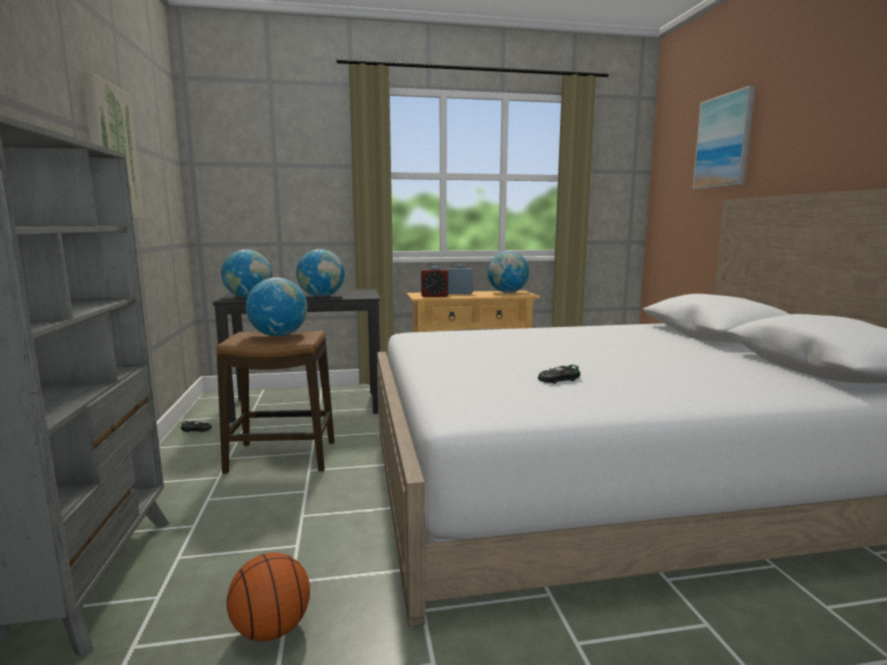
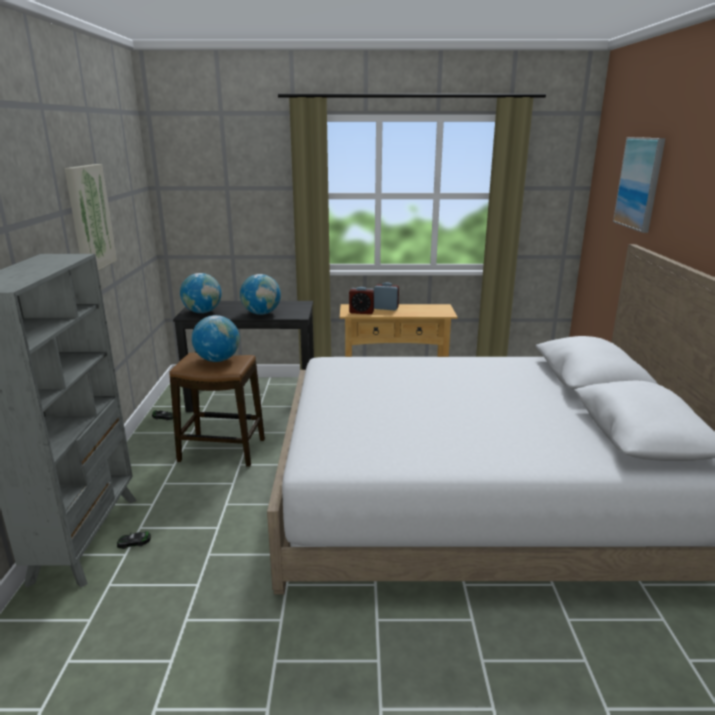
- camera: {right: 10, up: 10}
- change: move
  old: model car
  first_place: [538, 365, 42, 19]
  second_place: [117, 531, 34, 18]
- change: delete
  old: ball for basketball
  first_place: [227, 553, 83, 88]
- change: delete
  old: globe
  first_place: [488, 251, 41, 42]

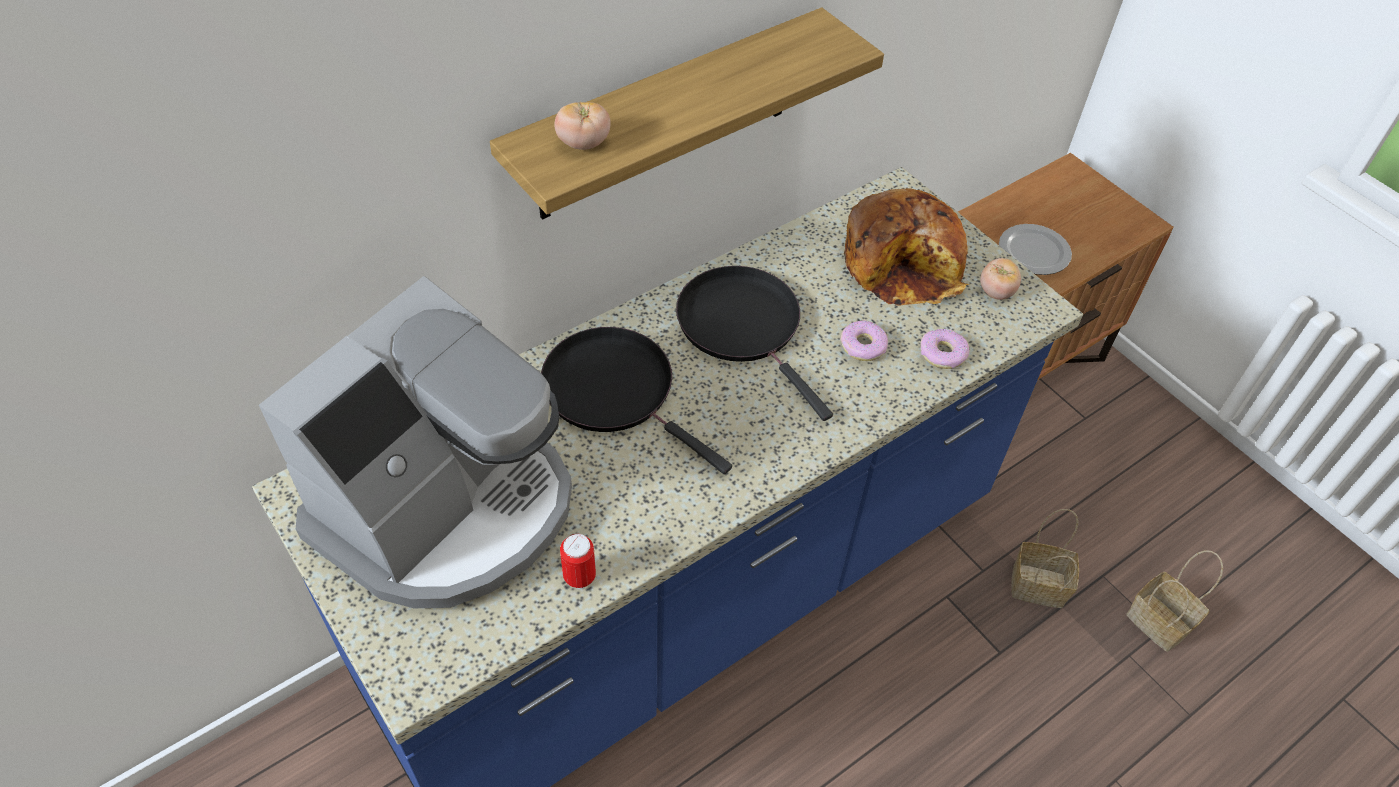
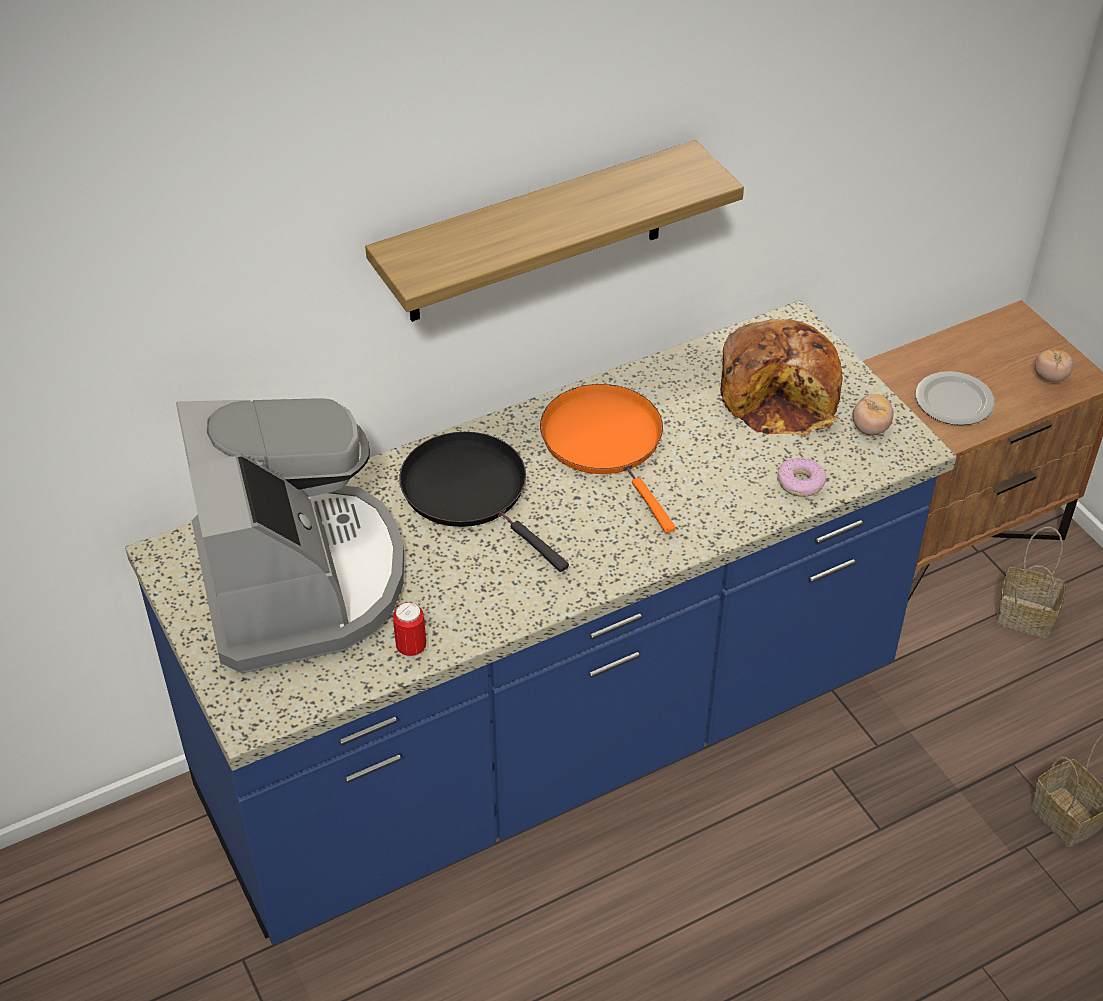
- camera: {right: 10, up: -5}
- change: rotate
  old: coffee maker
  first_place: [259, 276, 313, 332]
  second_place: [176, 398, 228, 276]
  degrees: -60
- change: recolor
  old: black frying pan
  new: orangey frying pan
  first_place: [676, 266, 157, 155]
  second_place: [540, 384, 136, 149]
- change: move
  old: storage basket
  first_place: [1011, 509, 68, 99]
  second_place: [996, 527, 69, 111]
- change: move
  old: tomato
  first_place: [554, 101, 57, 49]
  second_place: [1035, 350, 39, 32]
- change: delete
  old: ring doughnut
  first_place: [840, 320, 48, 41]

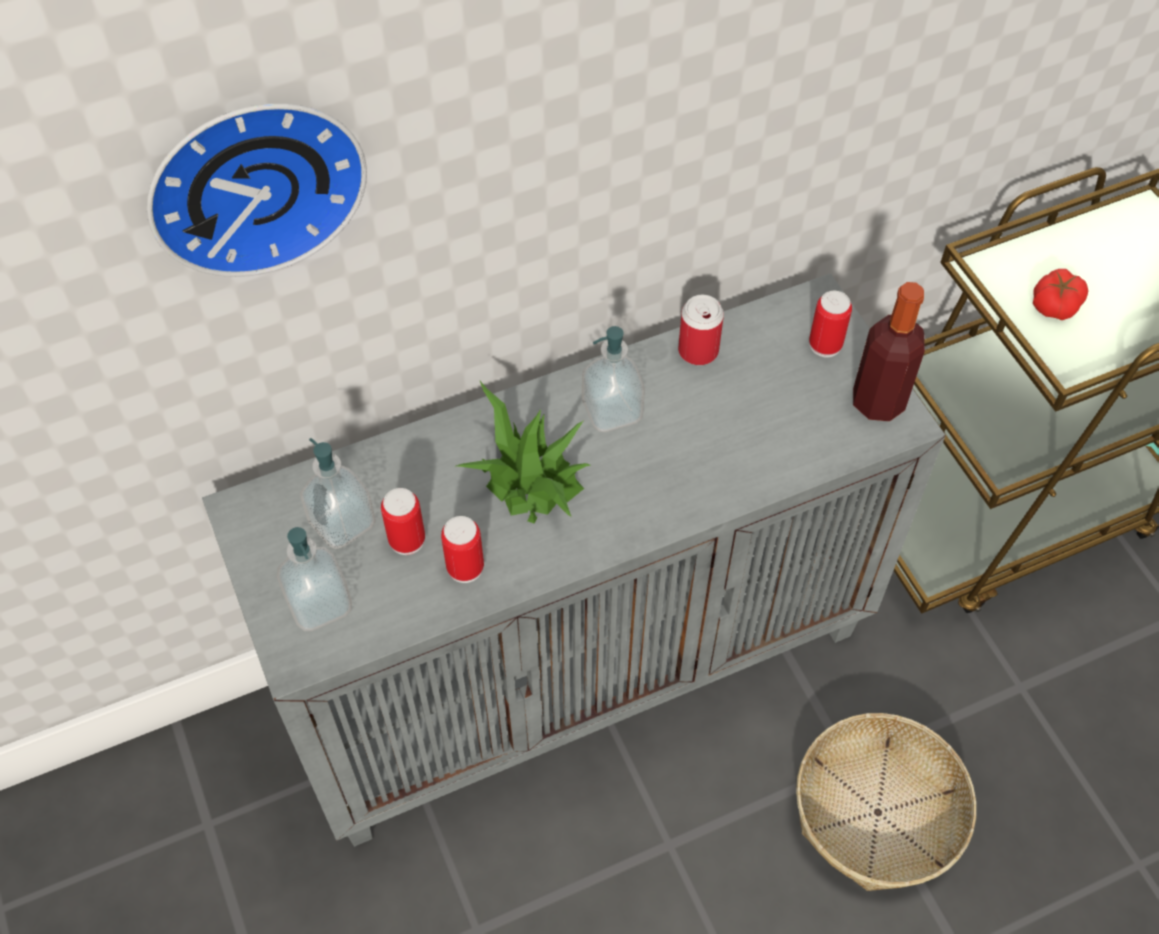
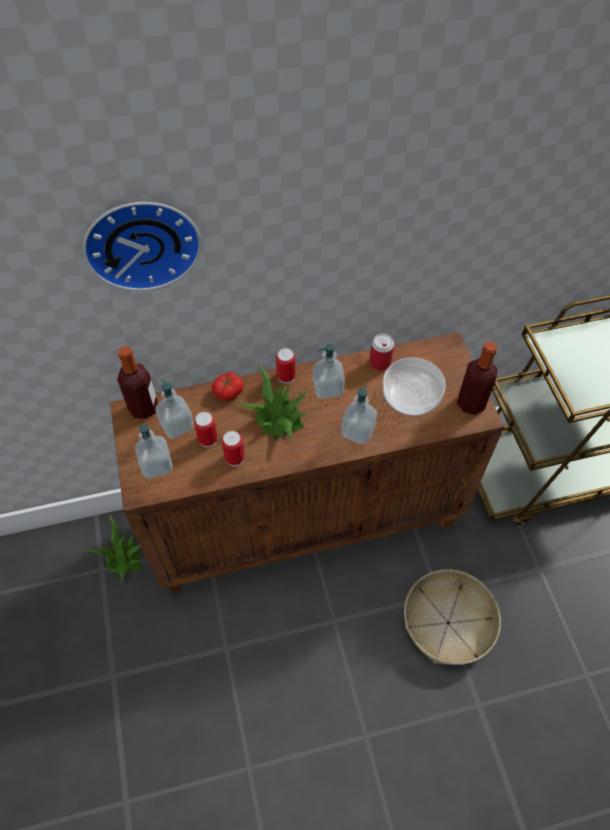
- camera: {right: 10, up: 0}
- change: insert
  new: potted plant
  second_place: [86, 515, 56, 69]
- change: recolor
  old: gray storage cabinet
  new: brown storage cabinet
  first_place: [202, 273, 744, 574]
  second_place: [110, 332, 394, 262]
- change: insert
  new: bottle
  second_place: [117, 346, 41, 73]
- change: move
  old: tomato
  first_place: [1033, 269, 55, 51]
  second_place: [212, 372, 32, 29]
- change: move
  old: can
  first_place: [809, 291, 43, 66]
  second_place: [276, 348, 19, 36]
- change: insert
  new: soap bottle
  second_place: [341, 385, 36, 59]
- change: insert
  new: serving bowl
  second_place: [383, 357, 63, 59]

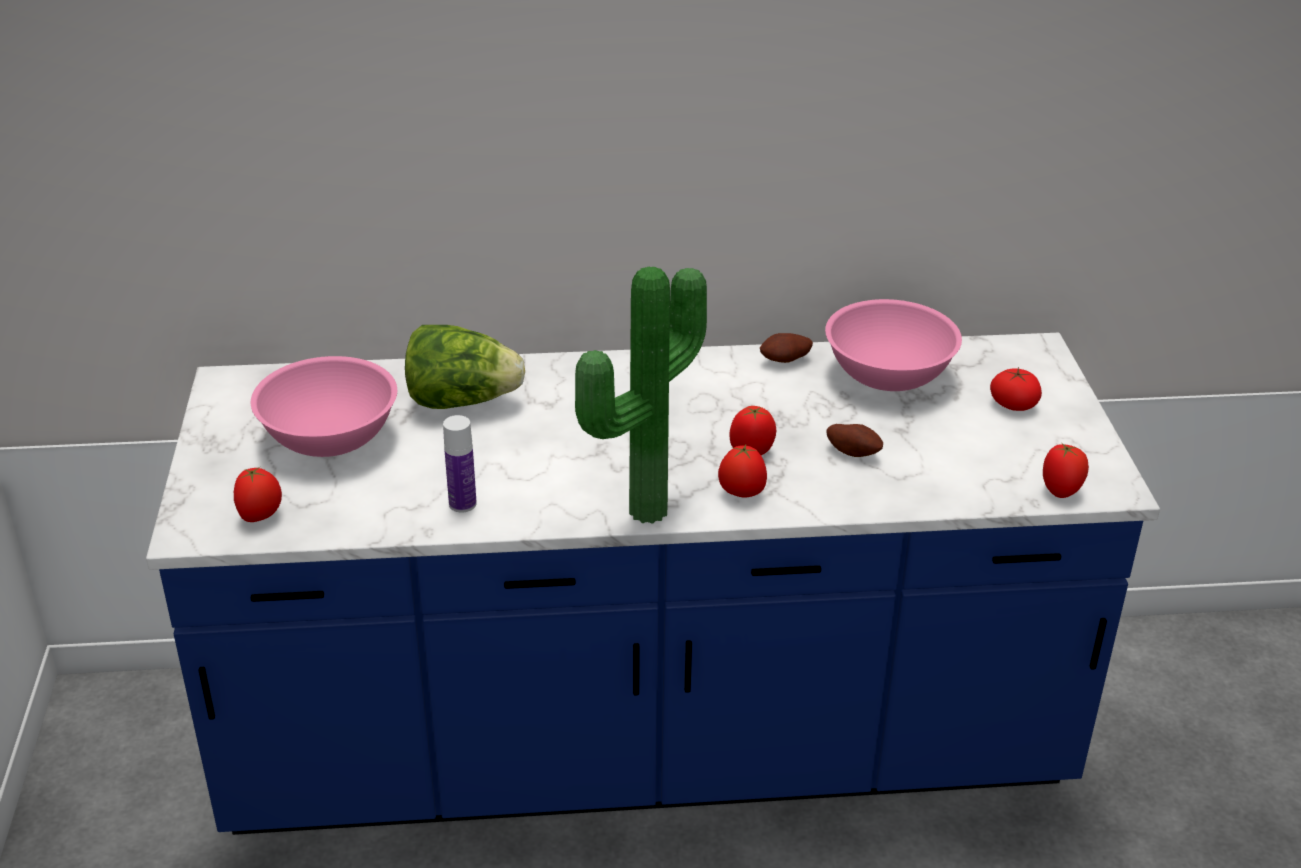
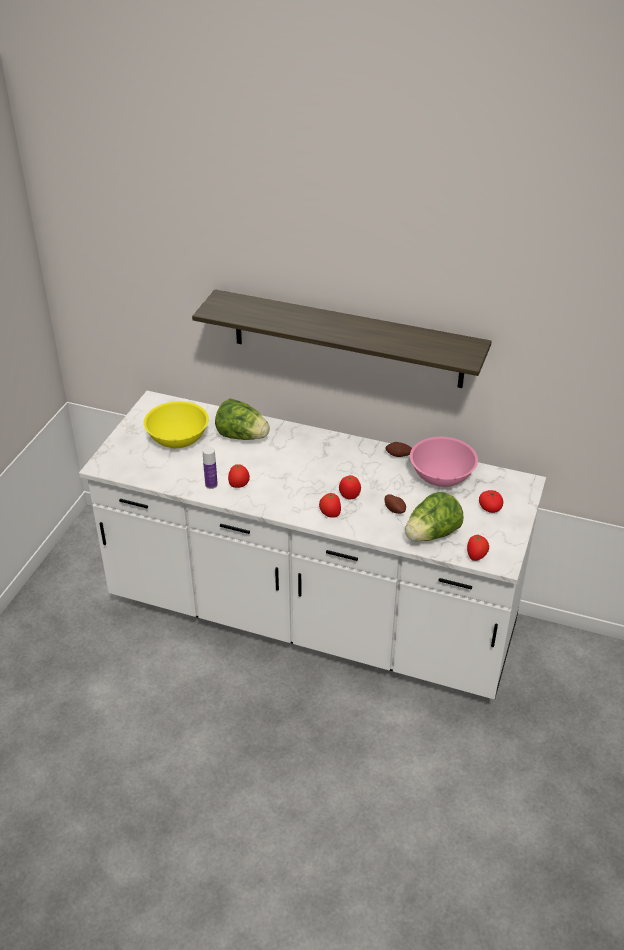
- camera: {right: 25, up: 5}
- change: recolor
  old: bluish kitchen base unit
  new: white kitchen base unit
  first_place: [146, 333, 1014, 502]
  second_place: [79, 391, 467, 309]
- change: recolor
  old: pink serving bowl
  new: yellowish serving bowl
  first_place: [251, 356, 146, 101]
  second_place: [144, 401, 65, 47]
- change: insert
  new: bracket shelf
  second_place: [192, 289, 300, 99]
- change: move
  old: tomato
  first_place: [234, 466, 48, 56]
  second_place: [228, 464, 22, 24]
- change: insert
  new: lettuce
  second_place: [405, 492, 58, 49]
- change: delete
  old: potted plant
  first_place: [575, 267, 132, 257]

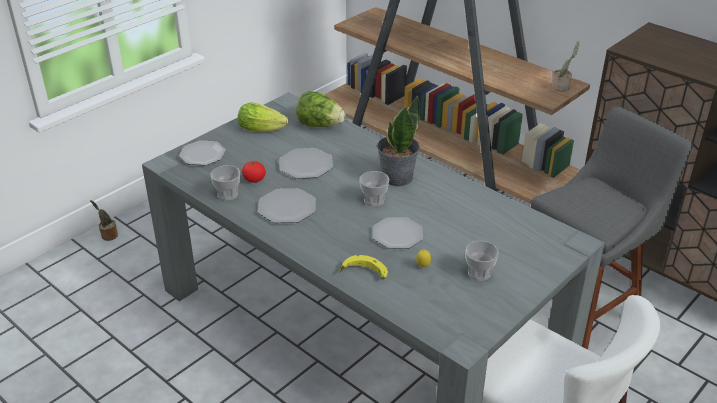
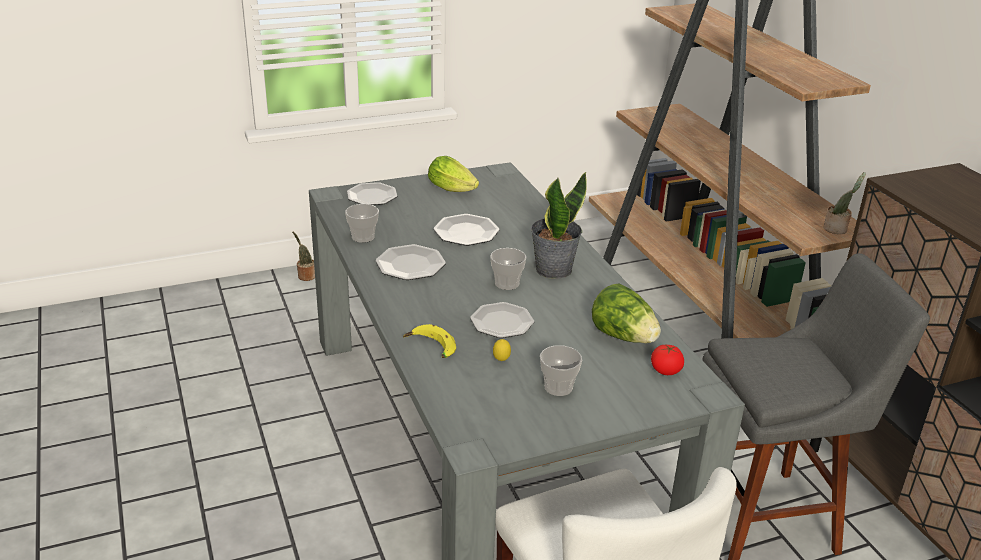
- camera: {right: 25, up: -5}
- change: move
  old: lettuce
  first_place: [296, 91, 50, 36]
  second_place: [592, 283, 69, 60]
- change: move
  old: tomato
  first_place: [242, 161, 24, 22]
  second_place: [651, 345, 33, 30]

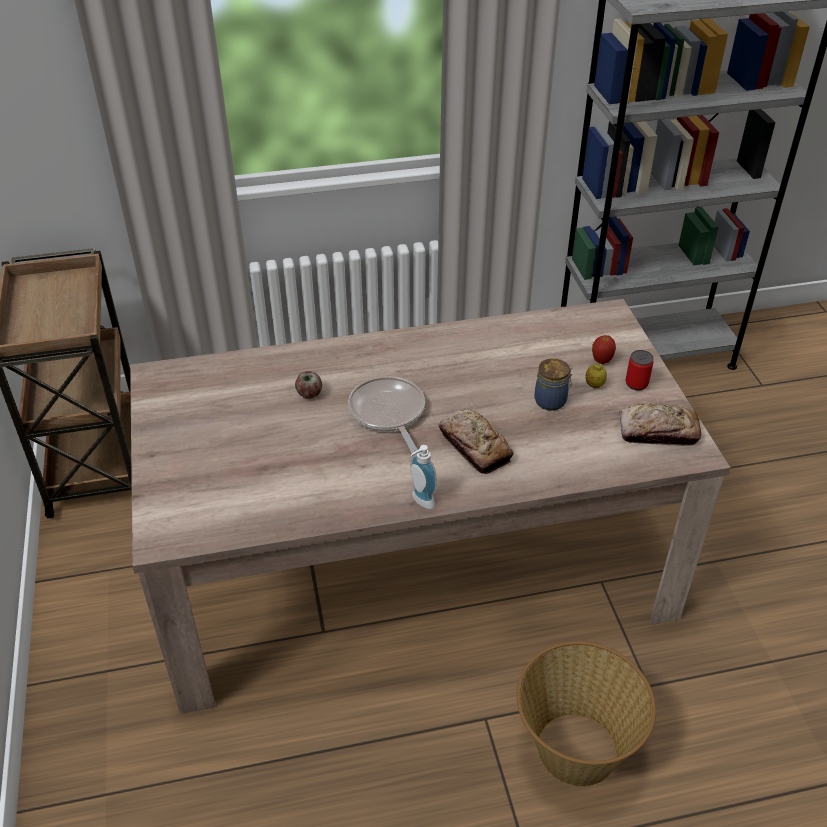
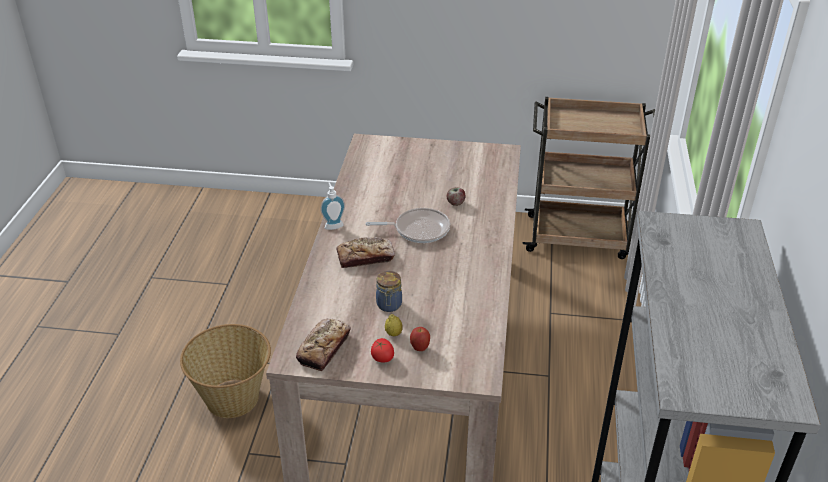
- camera: {right: 110, up: -5}
- change: replace
  old: can
  new: tomato
  first_place: [626, 350, 28, 40]
  second_place: [371, 338, 23, 25]

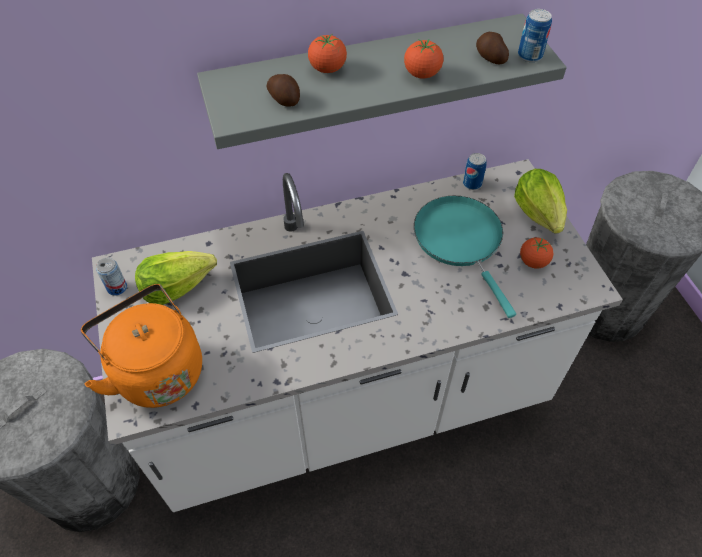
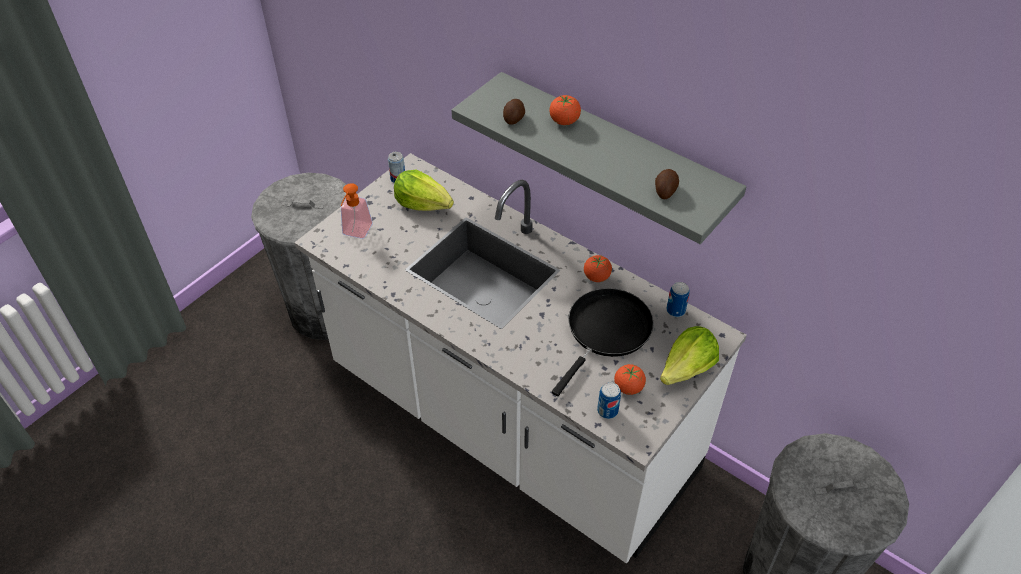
- camera: {right: 55, up: -5}
- change: replace
  old: orangey tea kettle
  new: soap bottle
  first_place: [81, 284, 121, 124]
  second_place: [340, 183, 33, 56]
- change: recolor
  old: blue-green frying pan
  new: black frying pan
  first_place: [414, 196, 102, 122]
  second_place: [552, 288, 102, 108]
- change: move
  old: tomato
  first_place: [404, 39, 39, 40]
  second_place: [584, 255, 28, 27]
- change: move
  old: can
  first_place: [518, 9, 34, 53]
  second_place: [597, 382, 24, 37]

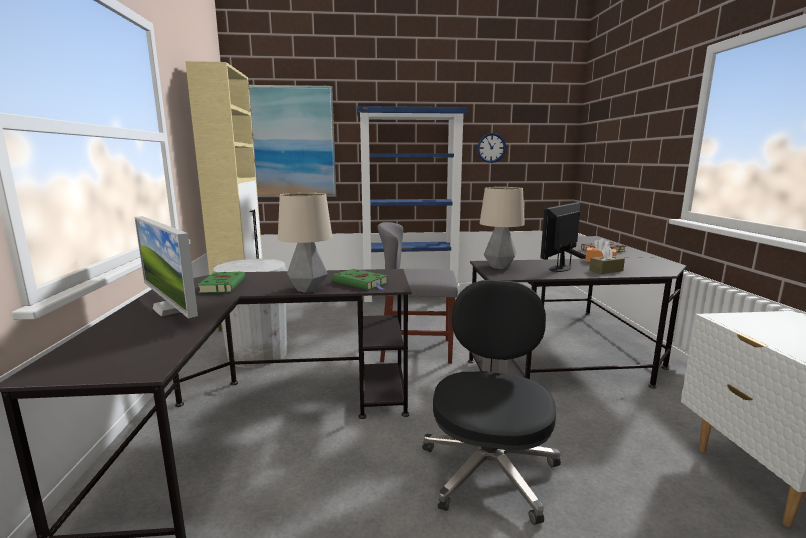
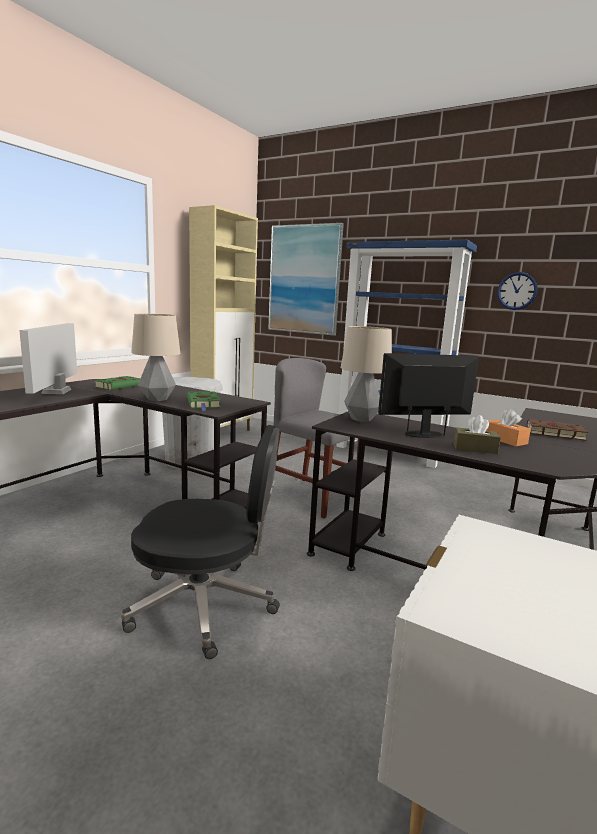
- camera: {right: 35, up: 0}
- change: rotate
  old: black desk chair
  first_place: [422, 280, 139, 245]
  second_place: [121, 425, 159, 234]
  degrees: 45

